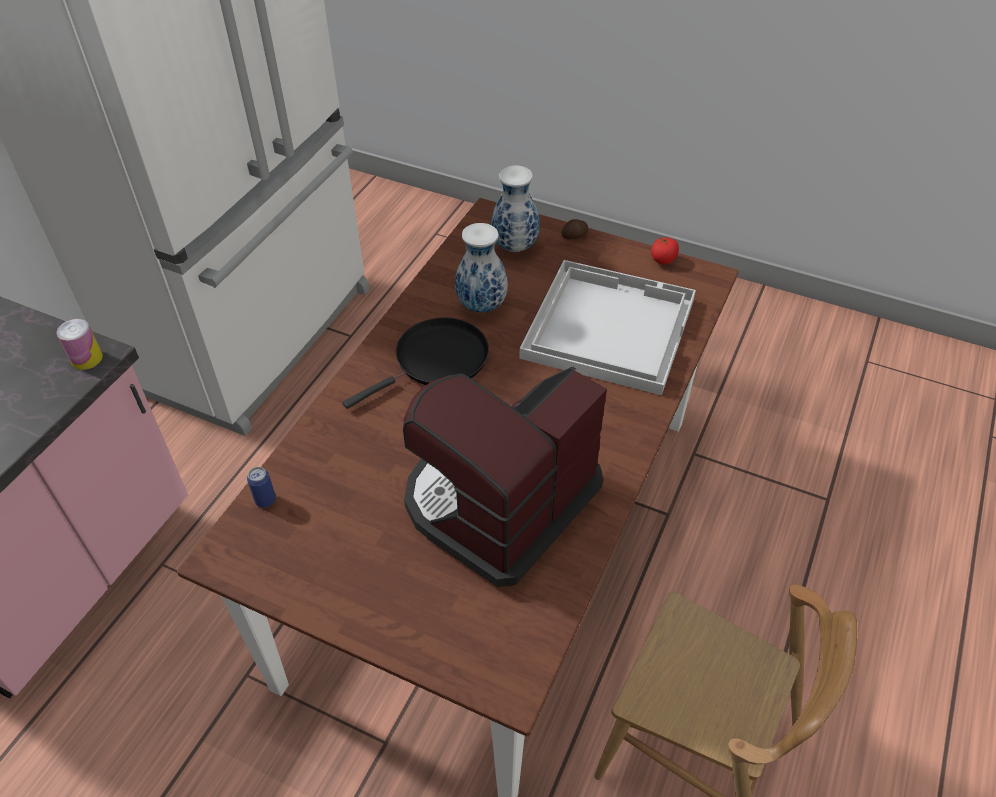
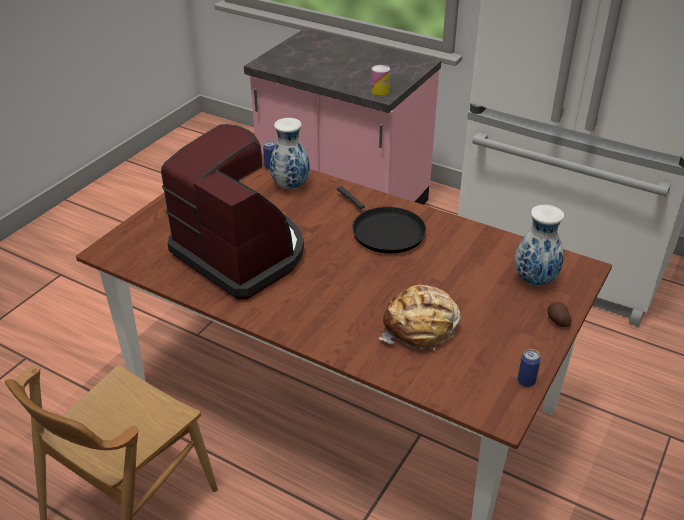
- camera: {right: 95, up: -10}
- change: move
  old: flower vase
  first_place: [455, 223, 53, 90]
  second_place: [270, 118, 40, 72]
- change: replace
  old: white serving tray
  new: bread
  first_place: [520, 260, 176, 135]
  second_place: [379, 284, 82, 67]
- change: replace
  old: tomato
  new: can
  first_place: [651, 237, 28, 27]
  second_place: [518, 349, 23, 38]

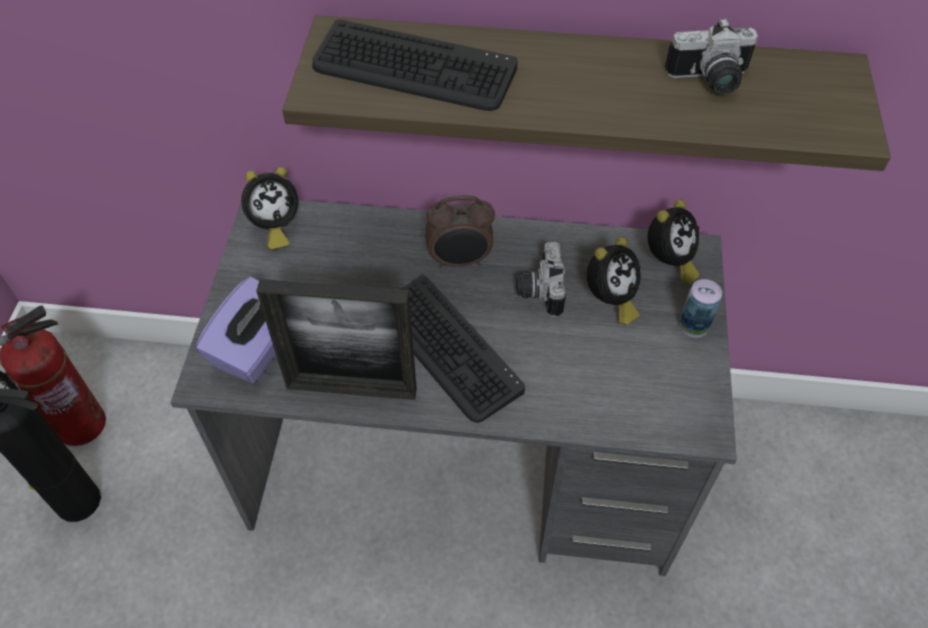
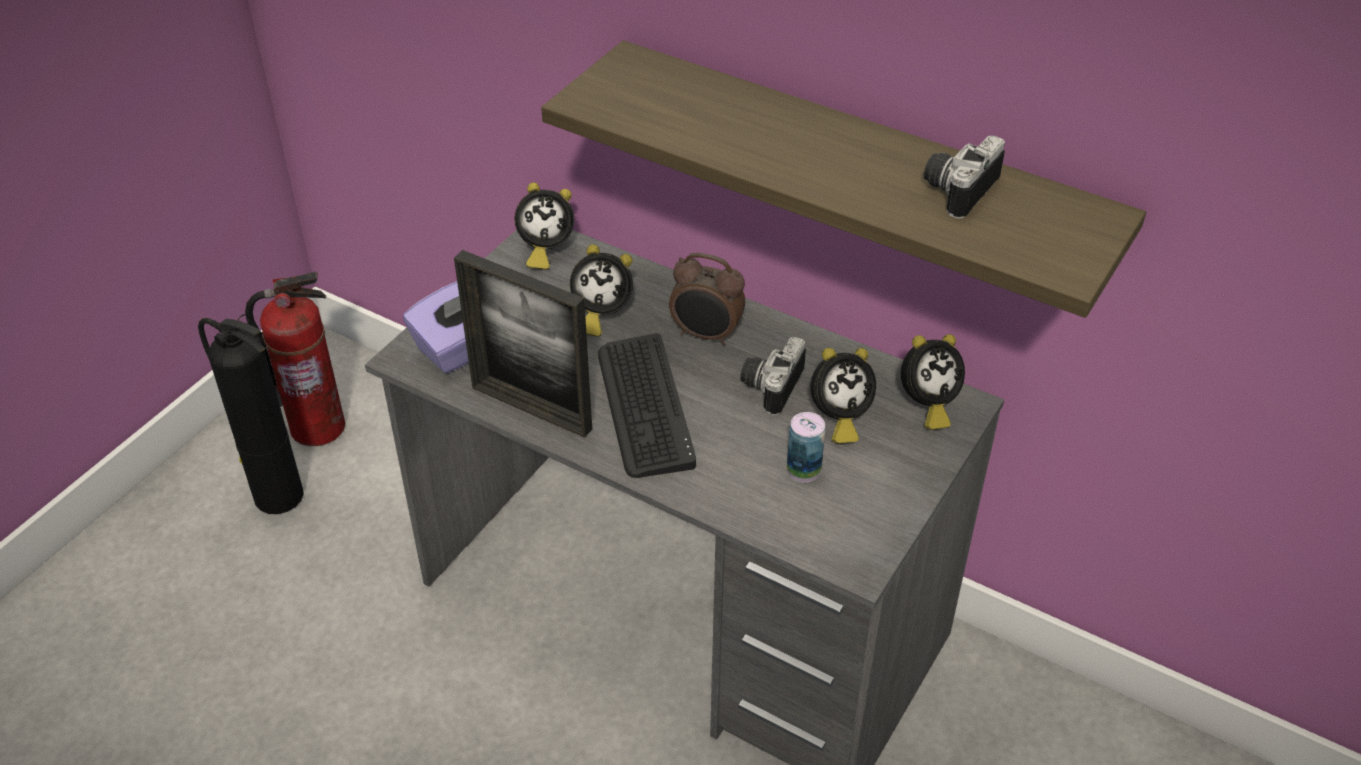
- camera: {right: 25, up: -10}
- change: insert
  new: bedside clock
  second_place: [570, 244, 63, 93]
- change: move
  old: can
  first_place: [680, 279, 42, 59]
  second_place: [787, 412, 38, 71]
- change: rotate
  old: still camera
  first_place: [665, 18, 93, 76]
  second_place: [924, 135, 81, 84]
  degrees: 105
- change: delete
  old: PC keyboard
  first_place: [312, 20, 206, 91]

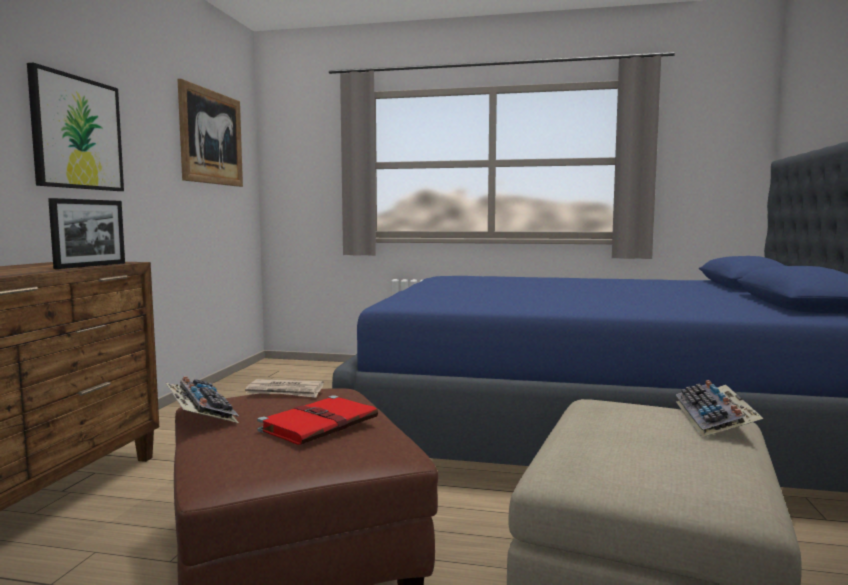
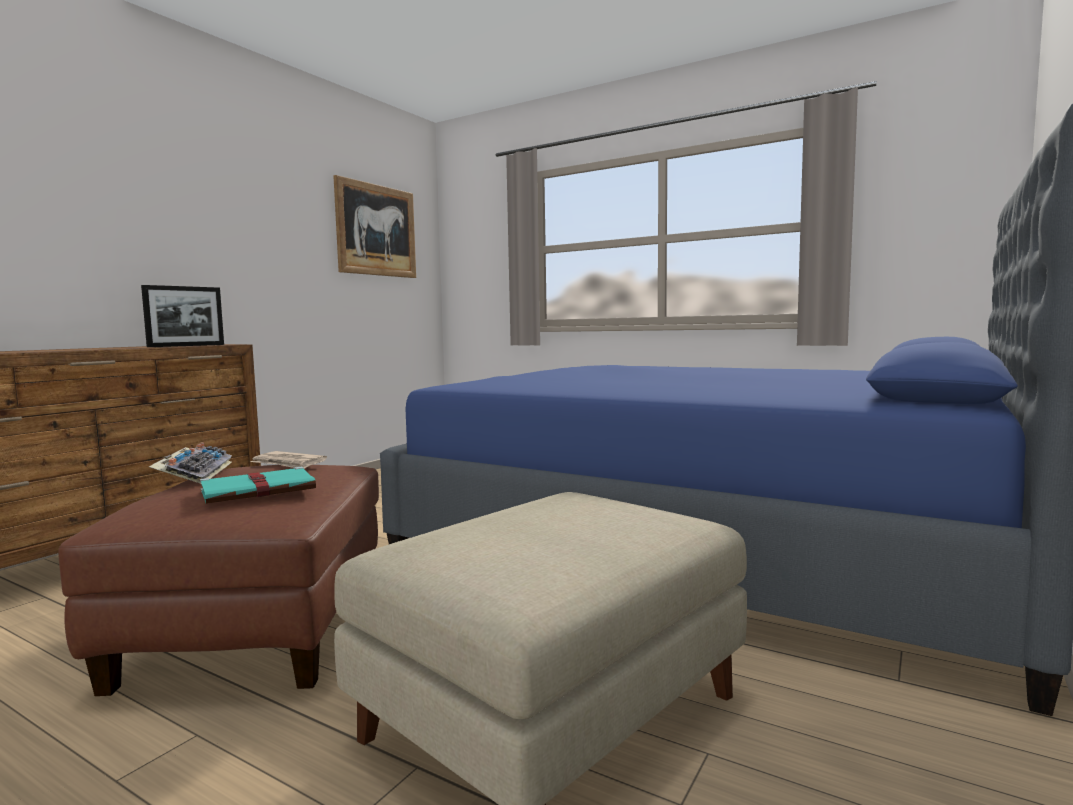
- camera: {right: 20, up: 0}
- change: recolor
  old: red book
  new: blue-green book
  first_place: [257, 395, 121, 50]
  second_place: [200, 467, 116, 37]
- change: delete
  old: wall art
  first_place: [27, 63, 97, 128]
- change: delete
  old: PC keyboard
  first_place: [676, 380, 87, 57]

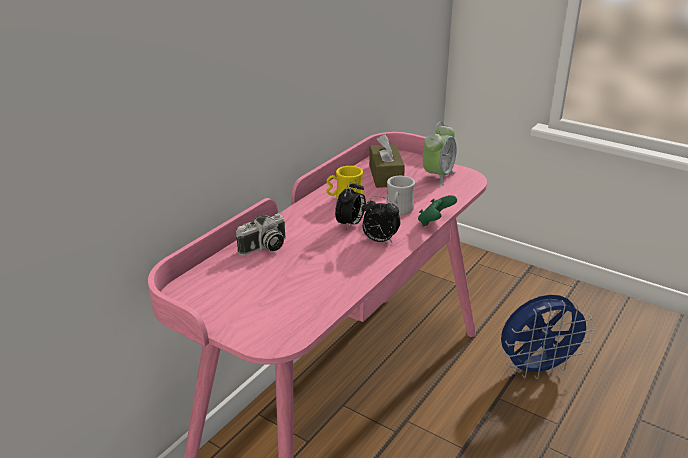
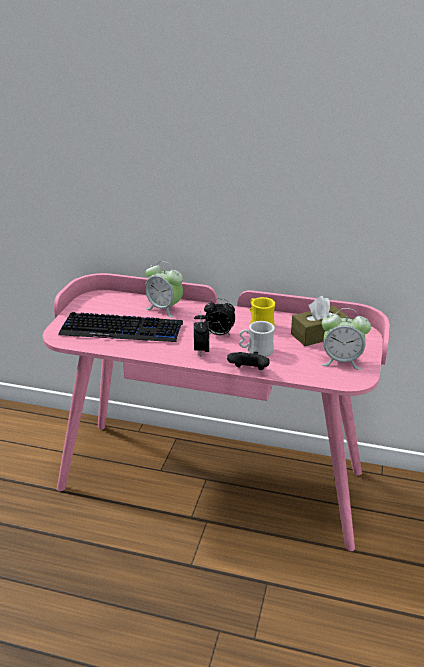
- camera: {right: 70, up: 0}
- change: insert
  new: PC keyboard
  second_place: [58, 312, 125, 30]
- change: replace
  old: still camera
  new: bedside clock
  first_place: [236, 214, 50, 41]
  second_place: [145, 261, 38, 57]
- change: recolor
  old: greenish joypad
  new: black joypad
  first_place: [418, 195, 39, 31]
  second_place: [227, 351, 43, 19]
- change: delete
  old: bluish fan
  first_place: [501, 295, 93, 84]

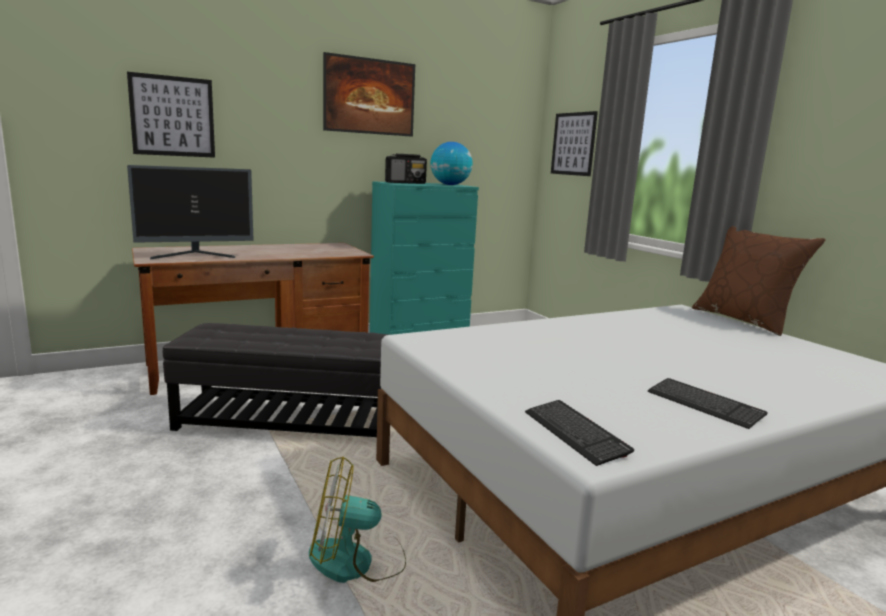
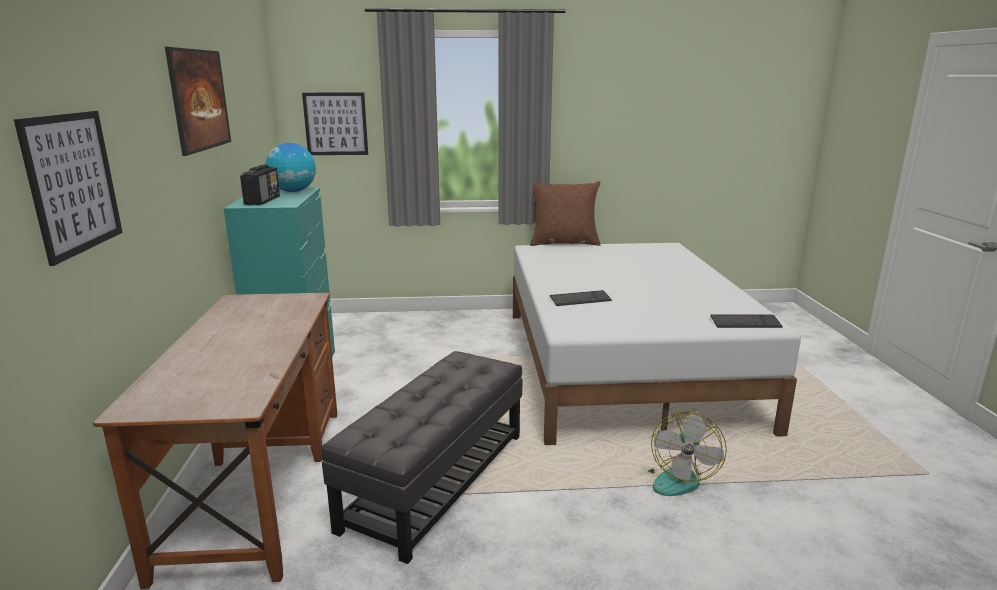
- camera: {right: -65, up: 5}
- change: move
  old: PC keyboard
  first_place: [648, 378, 120, 51]
  second_place: [550, 290, 62, 16]
- change: delete
  old: monitor
  first_place: [127, 165, 126, 94]

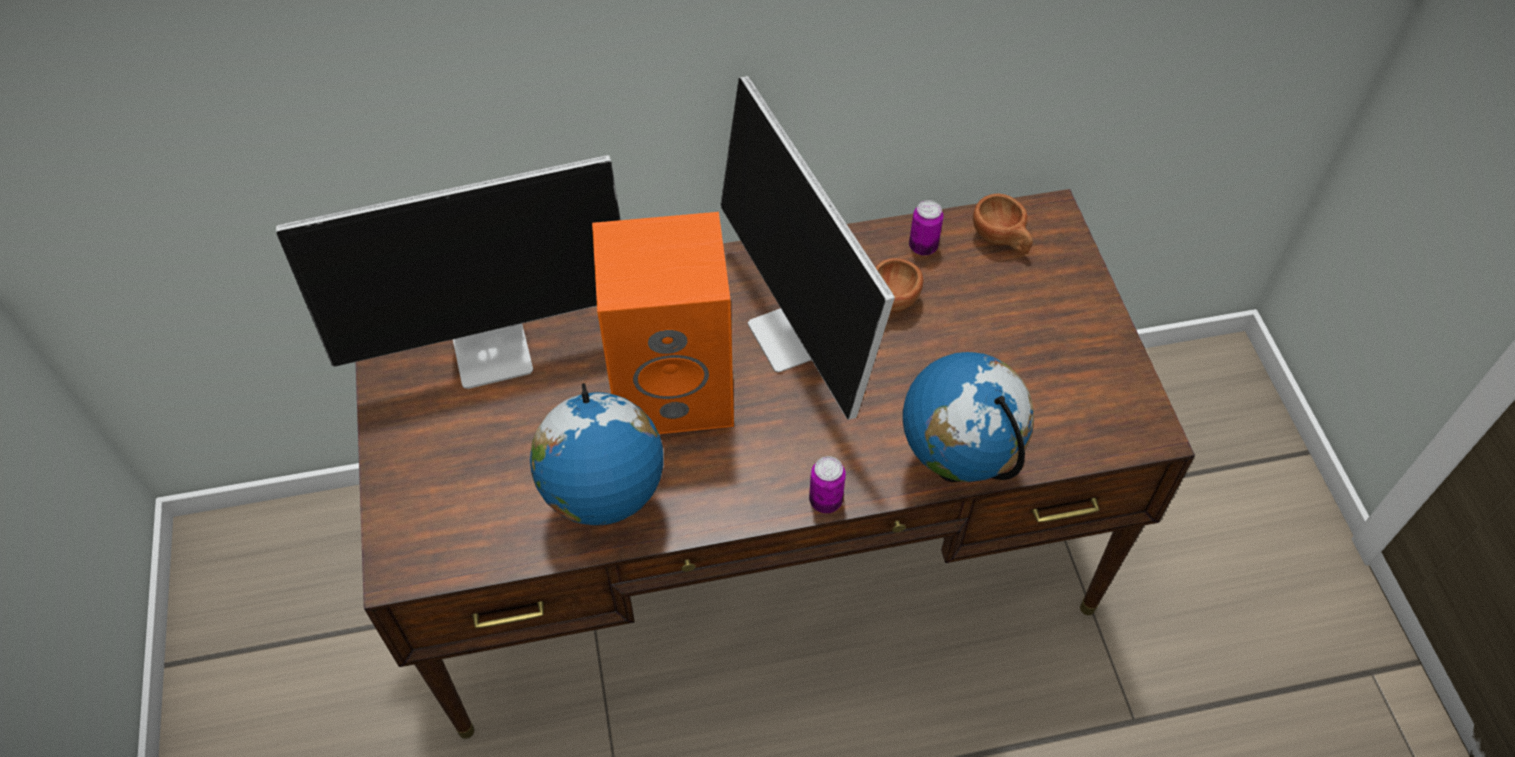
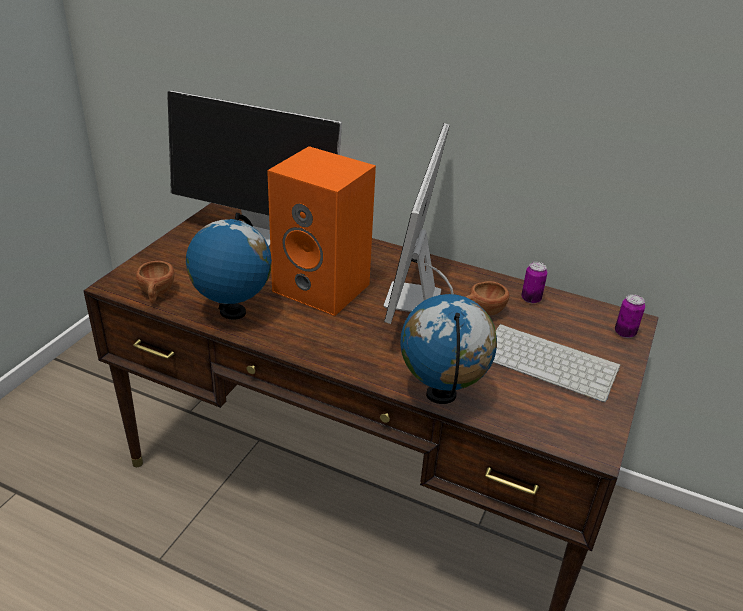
- camera: {right: 35, up: -20}
- change: move
  old: brown cup
  first_place: [973, 194, 60, 60]
  second_place: [136, 261, 39, 43]
- change: insert
  new: PC keyboard
  second_place: [493, 324, 127, 78]
- change: move
  old: can
  first_place: [809, 456, 37, 57]
  second_place: [615, 294, 30, 44]

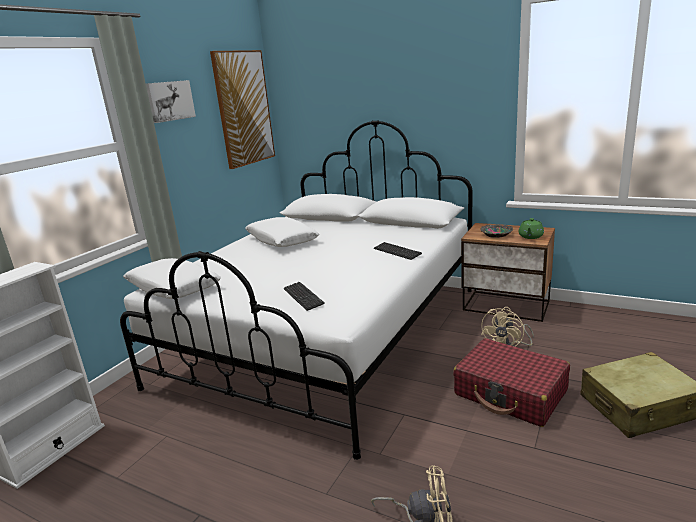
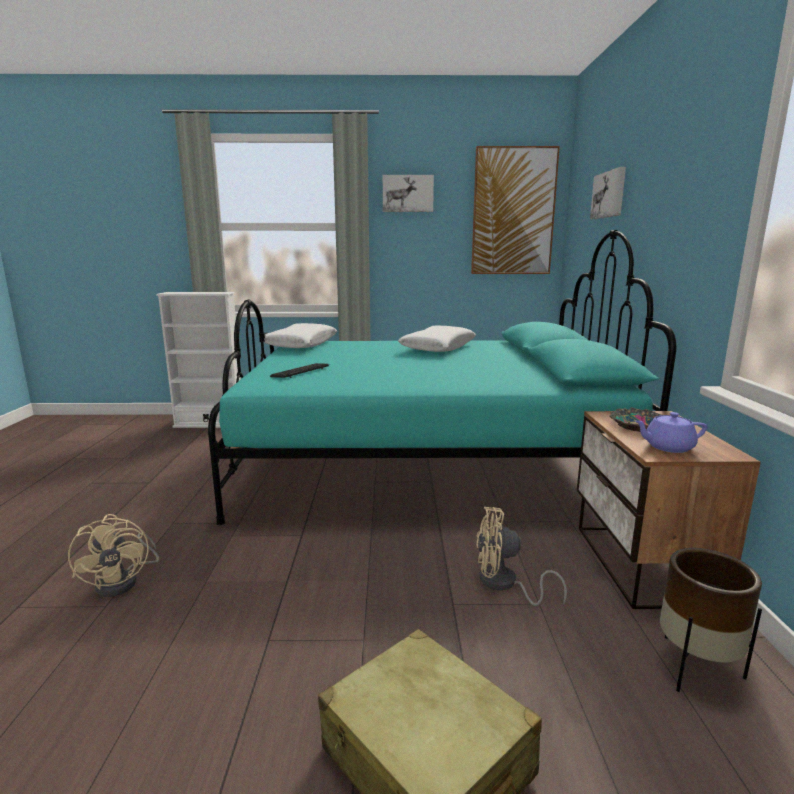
- camera: {right: 60, up: -5}
- change: recolor
  old: white bedroom bed
  new: blue-green bedroom bed
  first_place: [120, 120, 352, 340]
  second_place: [208, 230, 468, 295]
- change: insert
  new: wall art
  second_place: [590, 167, 36, 52]
- change: recolor
  old: greenish tea pot
  new: purple-coloured tea pot
  first_place: [519, 218, 25, 21]
  second_place: [635, 412, 72, 41]
- change: insert
  new: brown flower pot
  second_place: [660, 548, 102, 144]
- change: delete
  old: PC keyboard
  first_place: [374, 242, 48, 18]
- change: delete
  old: red travel case
  first_place: [453, 338, 117, 89]

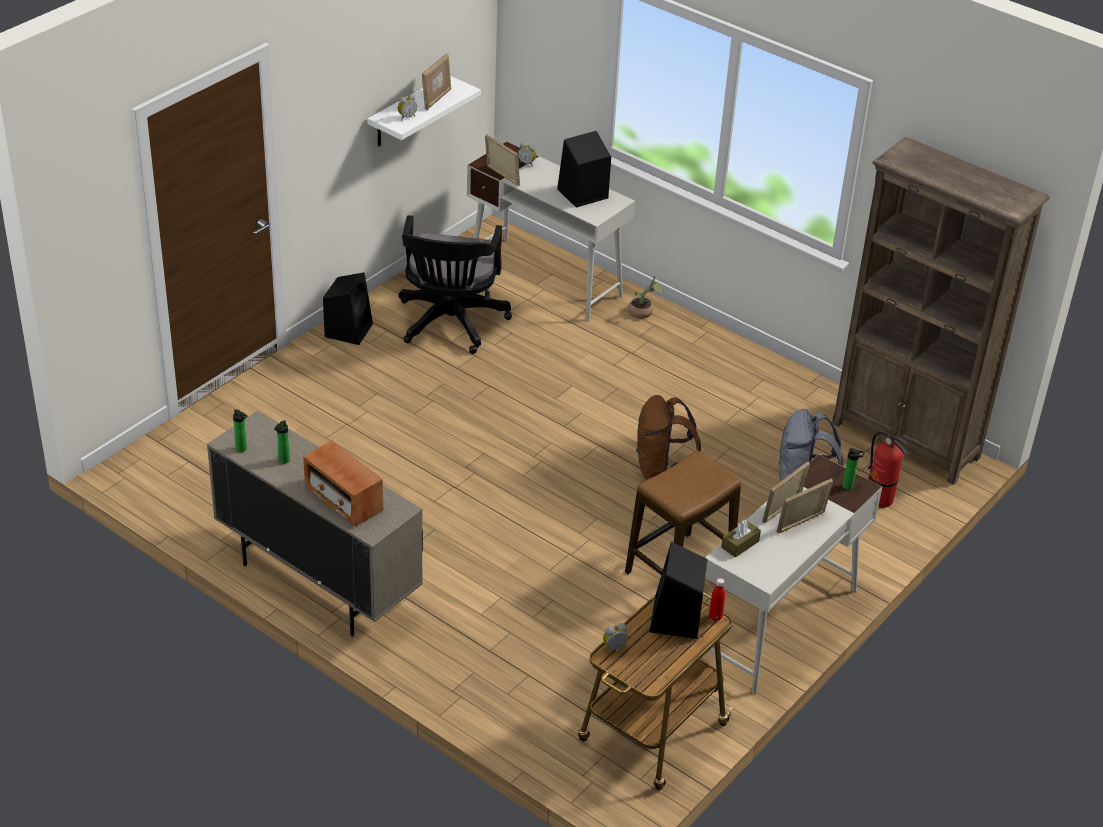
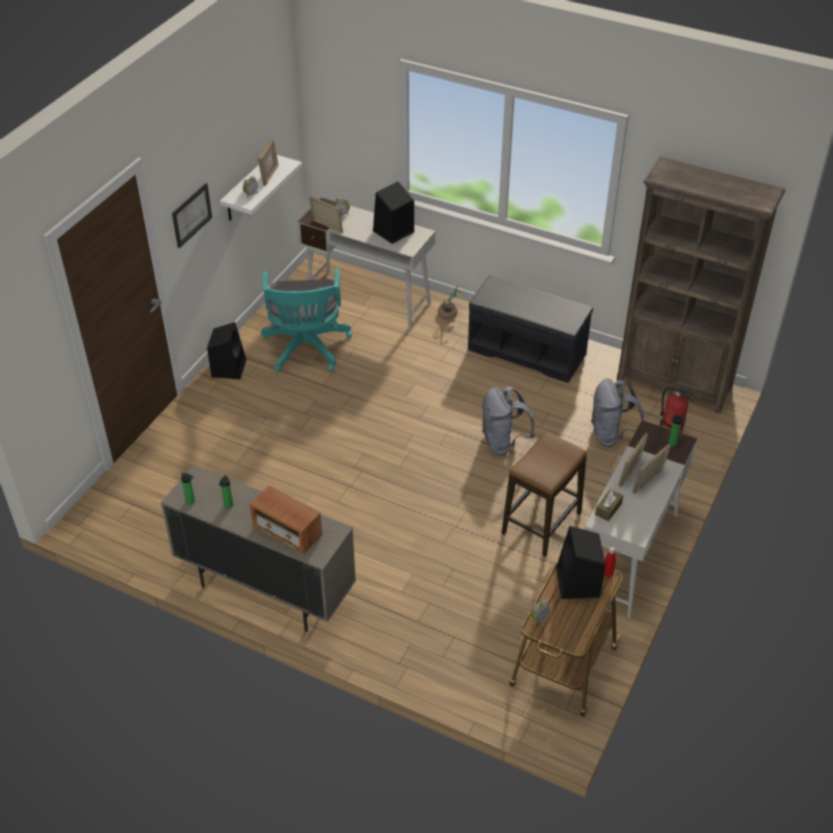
- camera: {right: -10, up: 5}
- change: insert
  new: wall art
  second_place: [172, 183, 40, 65]
- change: recolor
  old: black desk chair
  new: blue-green desk chair
  first_place: [398, 215, 114, 139]
  second_place: [261, 268, 91, 103]
- change: insert
  new: gray indoor bench
  second_place: [468, 276, 125, 107]
- change: recolor
  old: brown backpack
  new: gray backpack
  first_place: [636, 395, 65, 85]
  second_place: [482, 386, 53, 69]

